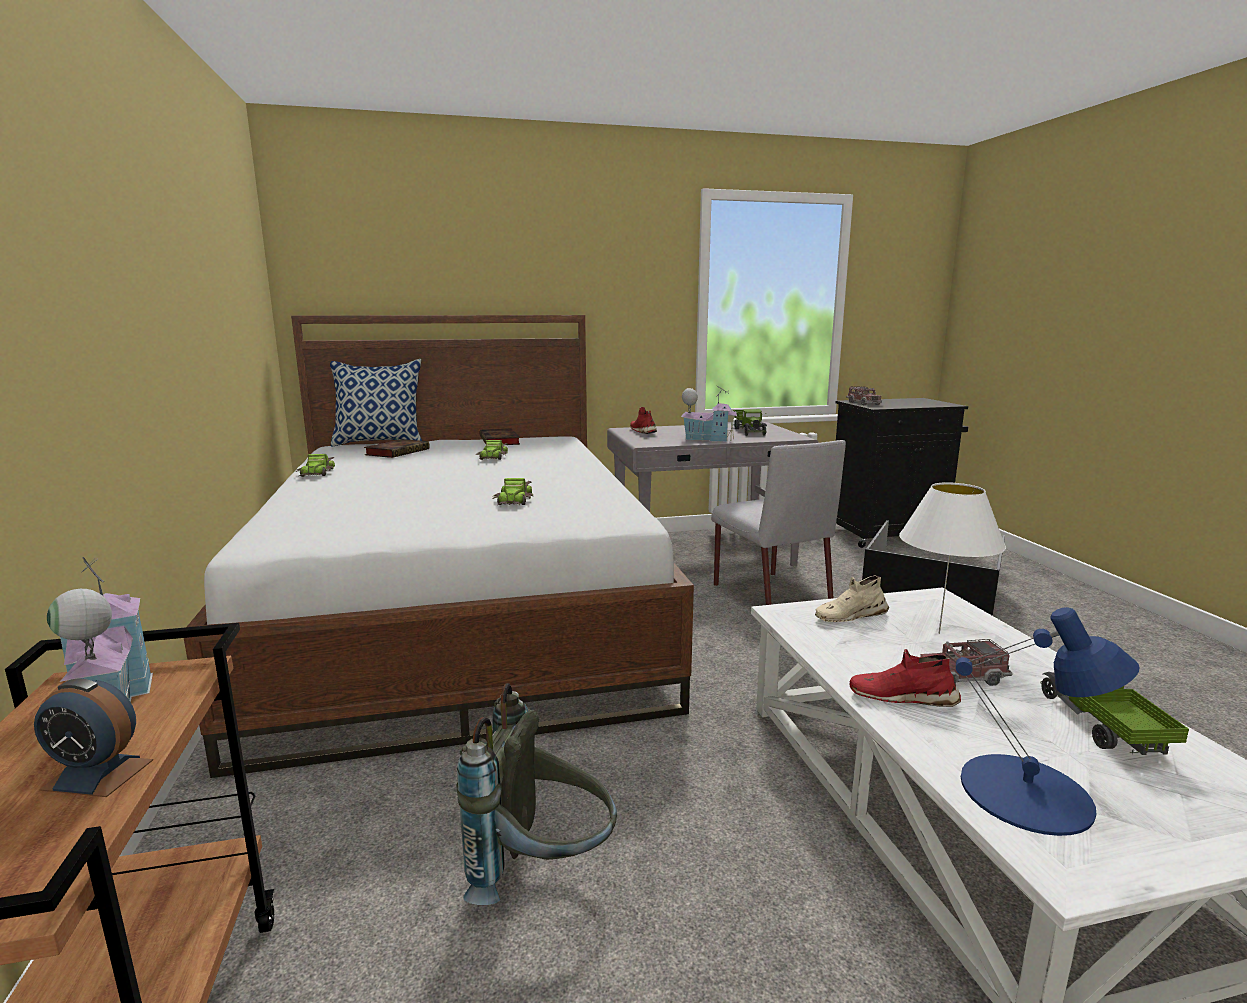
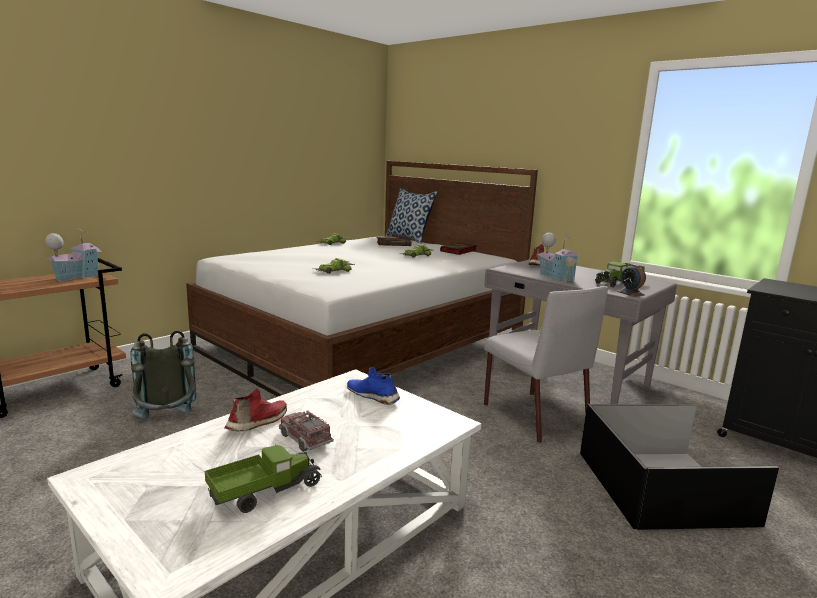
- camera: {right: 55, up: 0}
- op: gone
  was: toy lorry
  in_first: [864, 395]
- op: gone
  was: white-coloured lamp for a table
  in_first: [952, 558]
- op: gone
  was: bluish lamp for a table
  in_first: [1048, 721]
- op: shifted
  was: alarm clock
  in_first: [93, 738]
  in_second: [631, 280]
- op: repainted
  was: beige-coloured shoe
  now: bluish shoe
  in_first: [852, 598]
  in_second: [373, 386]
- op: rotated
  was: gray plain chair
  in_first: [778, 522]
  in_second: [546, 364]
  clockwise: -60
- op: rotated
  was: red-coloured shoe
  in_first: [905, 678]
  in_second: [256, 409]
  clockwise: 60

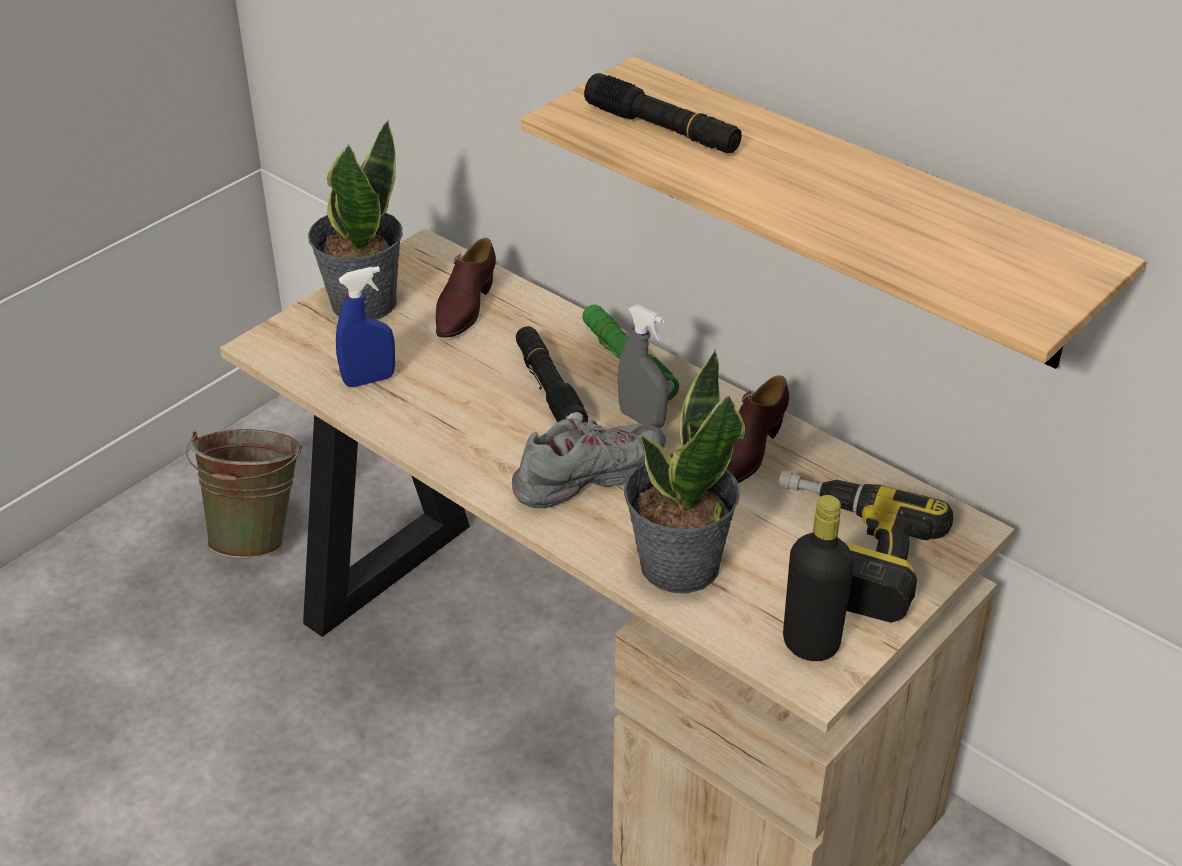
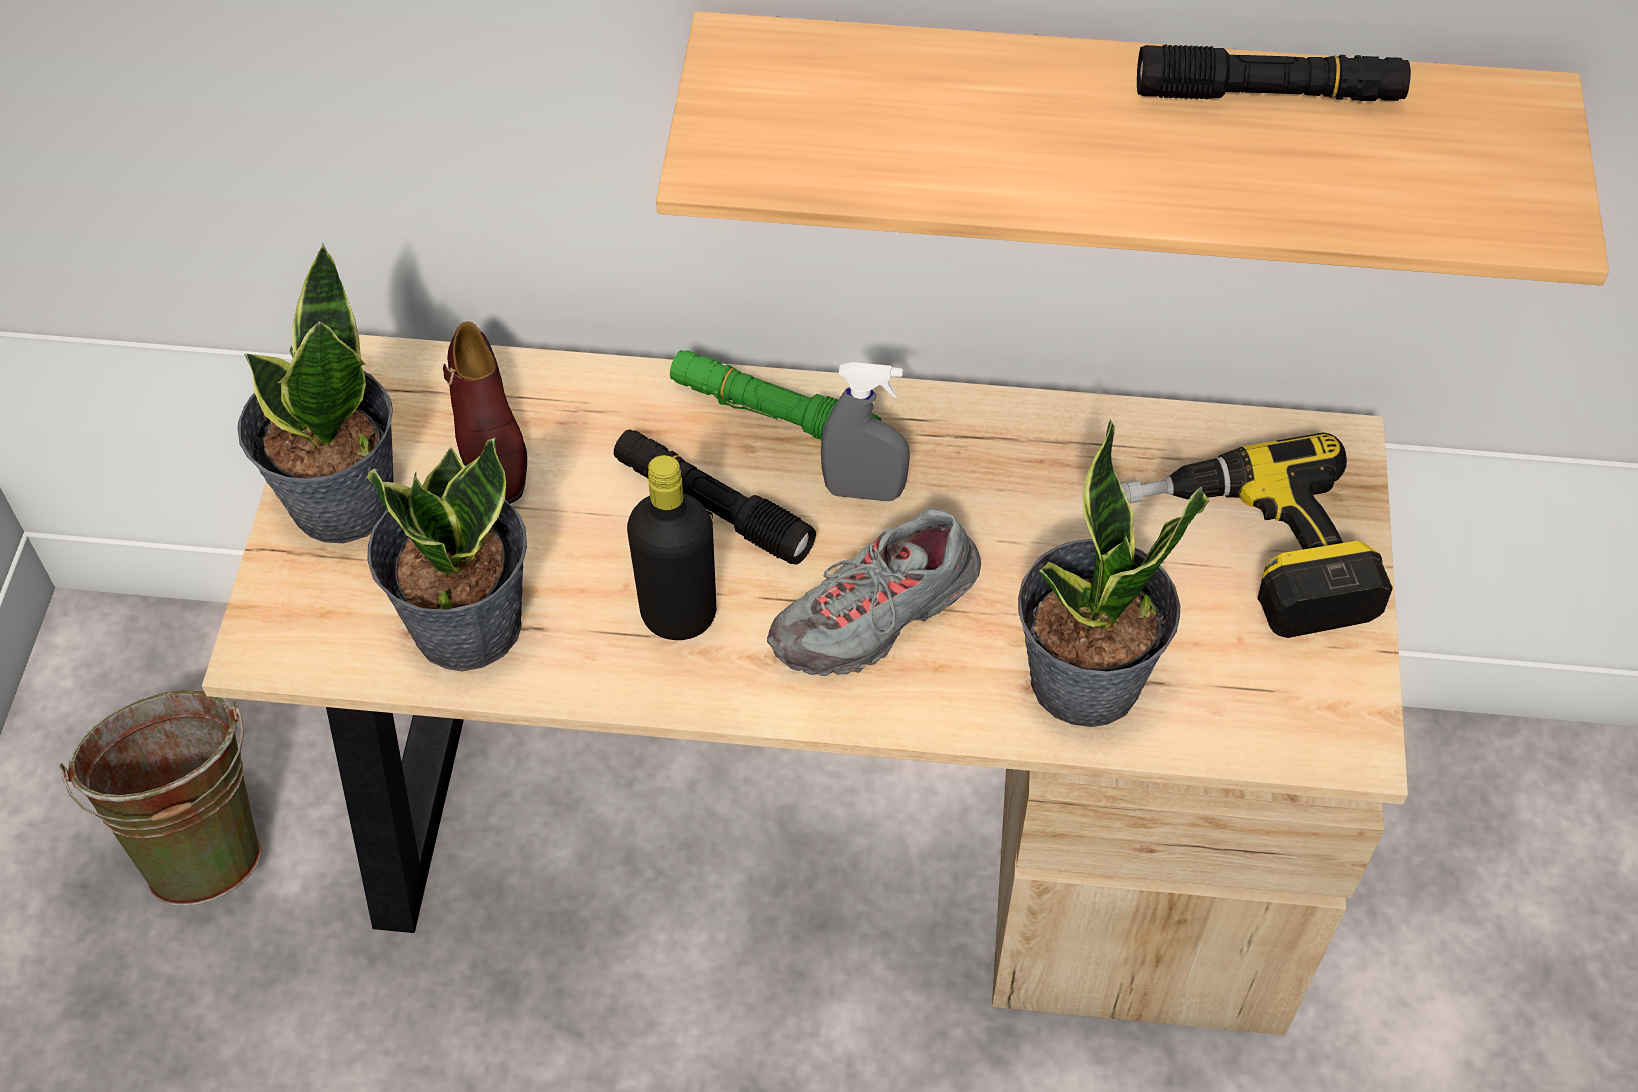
- camera: {right: -35, up: 15}
- op: gone
  was: brownish shoe
  in_first: [757, 429]
- op: shifted
  was: black torch
  in_first: [663, 113]
  in_second: [1274, 73]
- op: shifted
  was: black drink bottle
  in_first: [818, 578]
  in_second: [671, 547]
- op: swapped
  was: bluish sprayer
  now: houseplant
  in_first: [365, 326]
  in_second: [447, 554]
- op: rotated
  was: gray shoe
  in_first: [589, 463]
  in_second: [874, 592]
  clockwise: -150

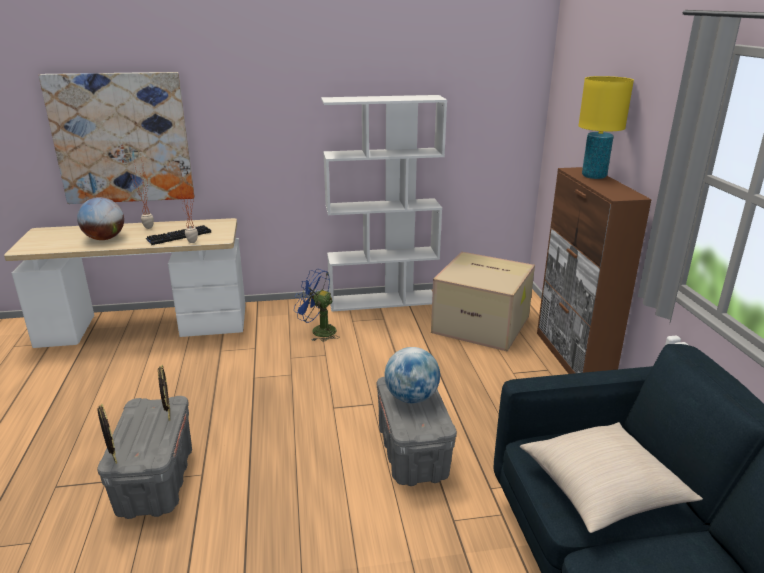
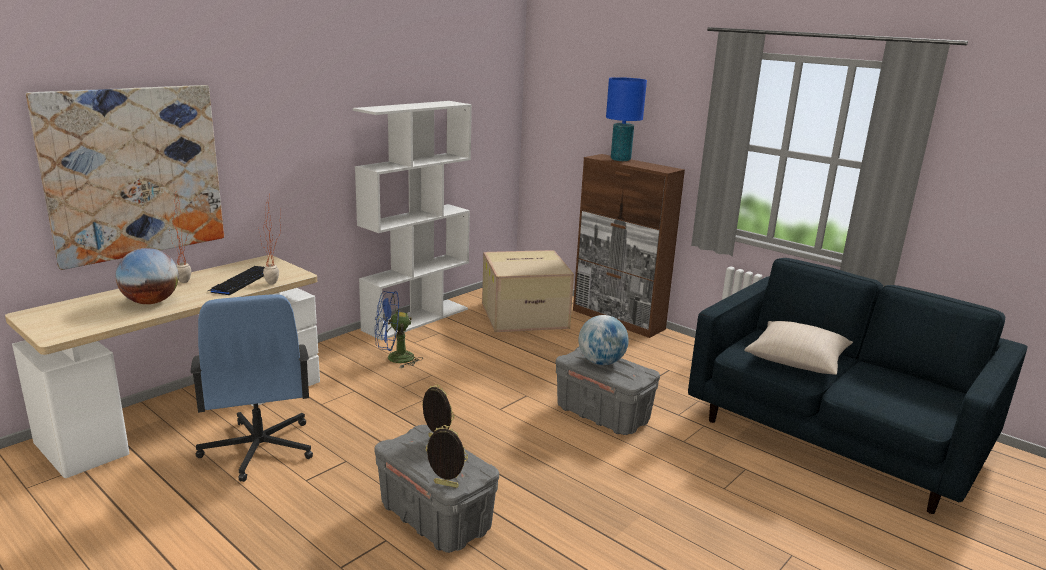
- camera: {right: -40, up: -5}
- op: new
  now: bluish computer chair
  in_second: [251, 388]
- op: repainted
  was: yellowish lamp for a table
  now: bluish lamp for a table
  in_first: [606, 127]
  in_second: [626, 119]

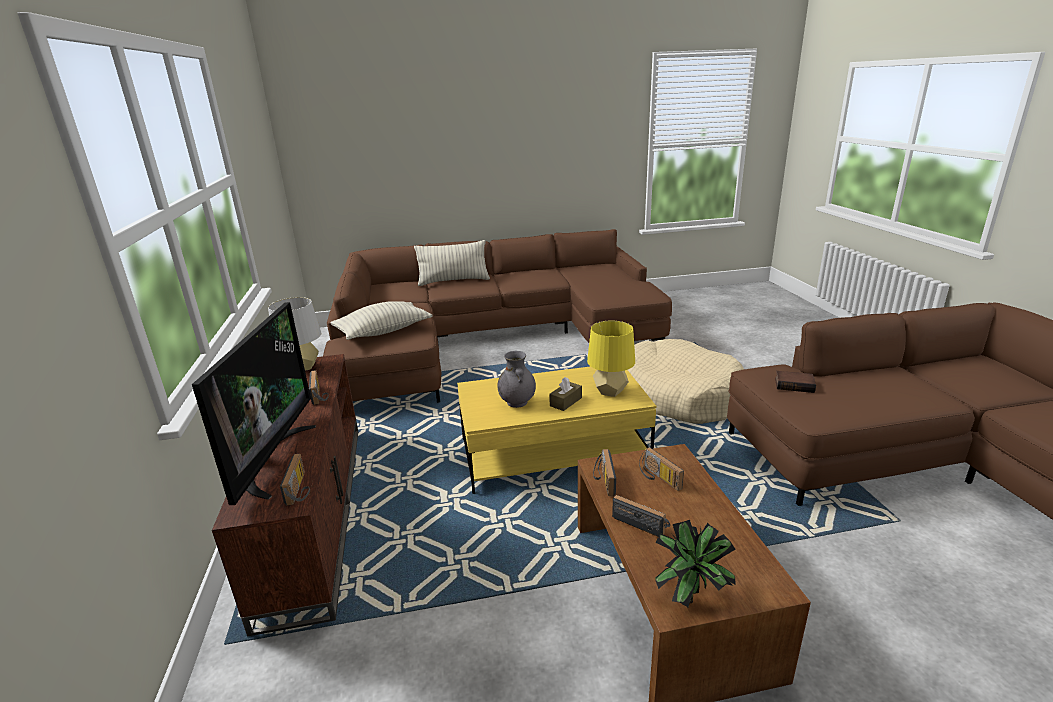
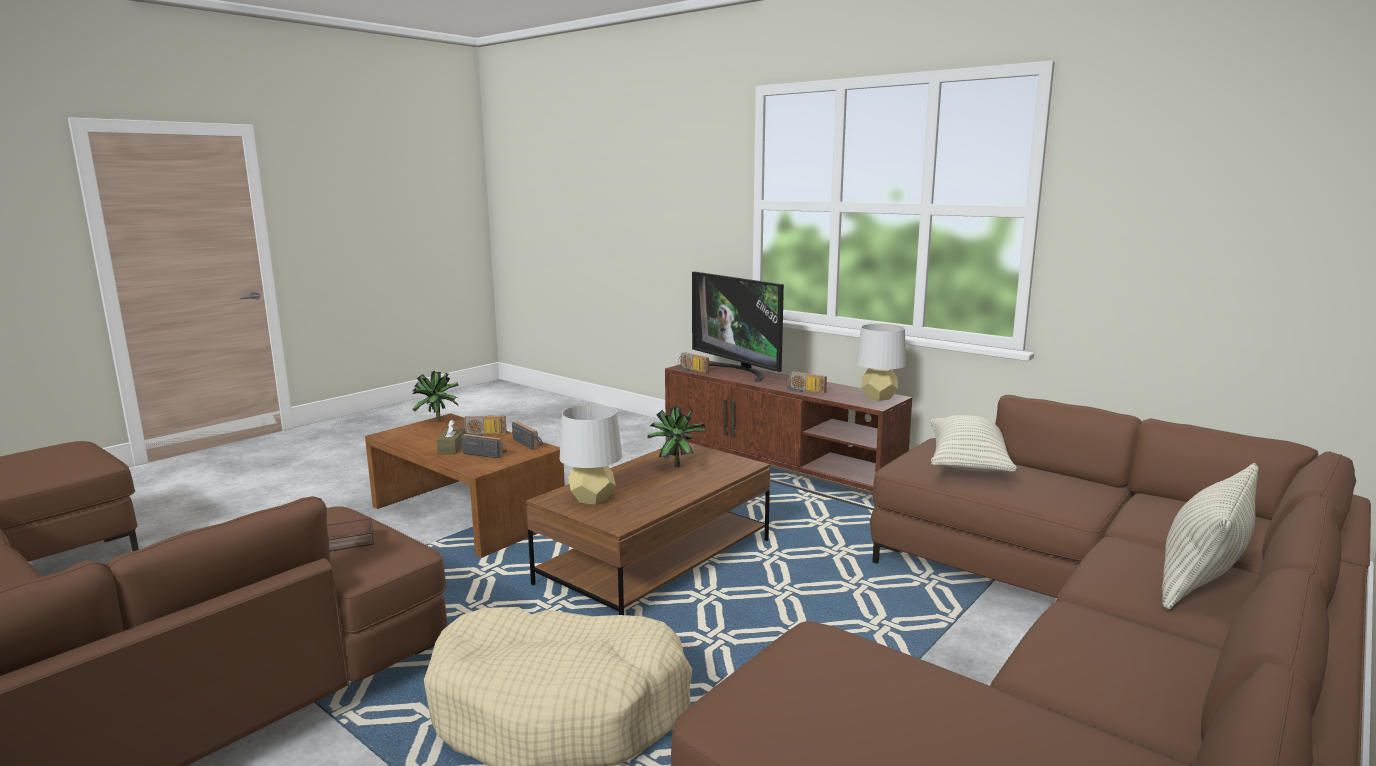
- camera: {right: 140, up: -10}
- op: shifted
  was: brownish box of tissues
  in_first: [565, 394]
  in_second: [450, 436]
- op: swapped
  was: gray flower vase
  now: houseplant
  in_first: [517, 379]
  in_second: [677, 437]
- op: repainted
  was: yellowish lounge table
  now: brownish lounge table
  in_first: [556, 430]
  in_second: [648, 528]
- op: repainted
  was: yellowish lamp for a table
  now: gray lamp for a table
  in_first: [611, 359]
  in_second: [591, 455]

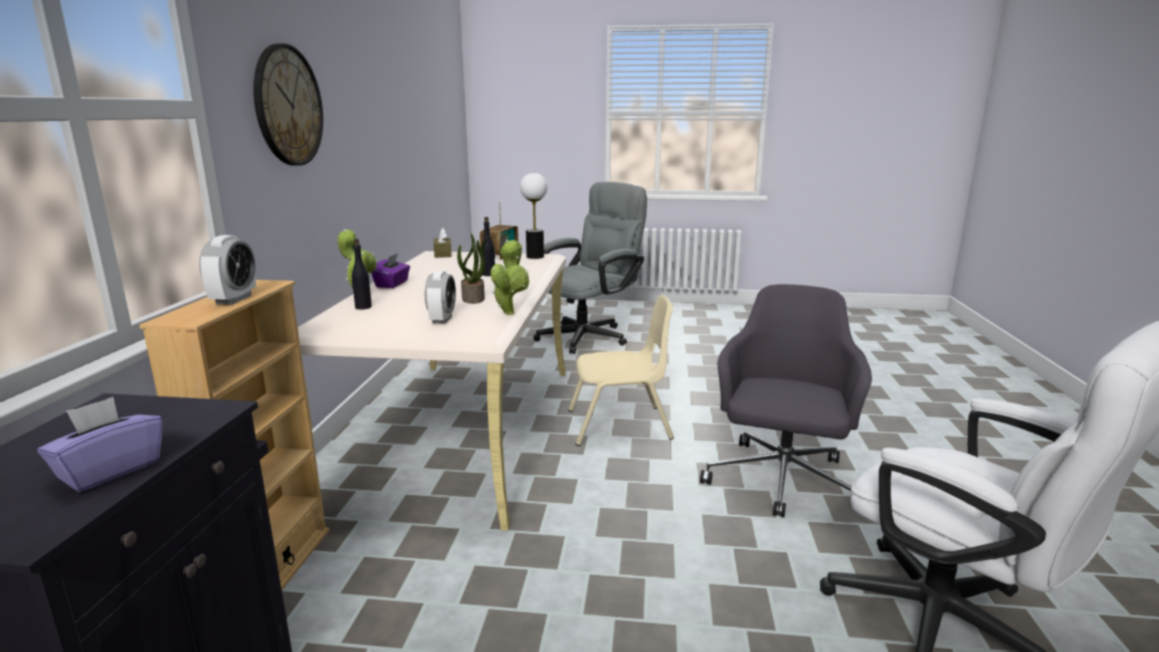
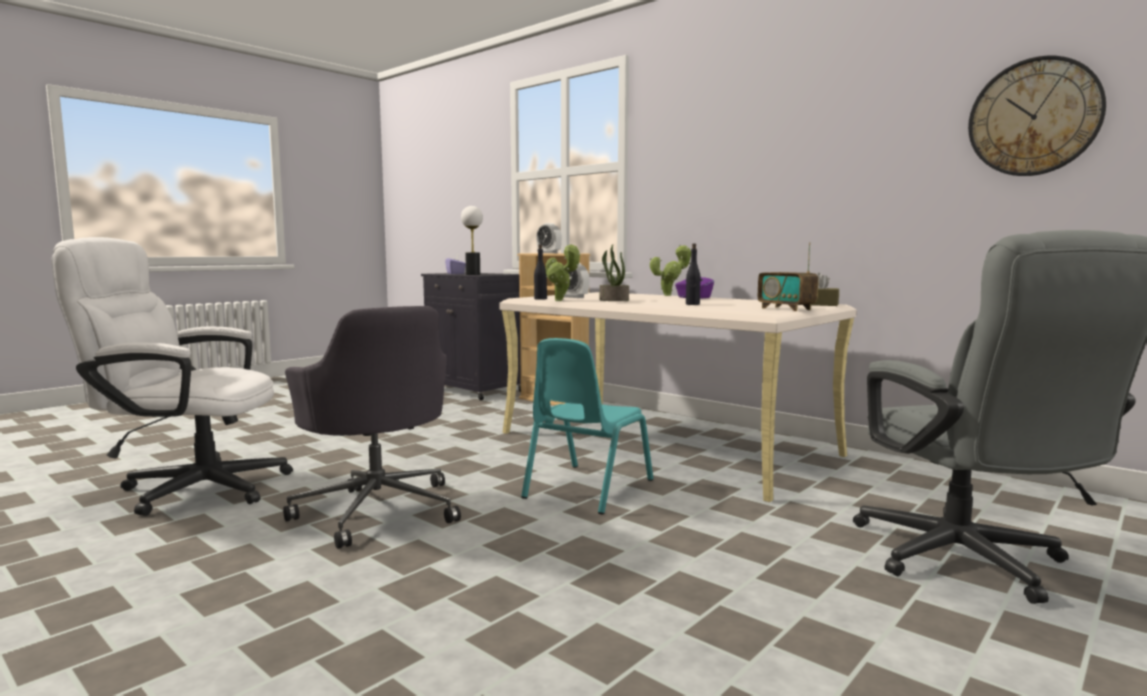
- camera: {right: 125, up: -10}
- op: shifted
  was: wall clock
  in_first: [288, 105]
  in_second: [1037, 116]
- op: shifted
  was: black drink bottle
  in_first: [362, 274]
  in_second: [540, 272]
- op: shifted
  was: lamp for a table
  in_first: [533, 216]
  in_second: [472, 240]
- op: repainted
  was: beige-coloured plain chair
  now: turquoise-coloured plain chair
  in_first: [621, 370]
  in_second: [587, 426]

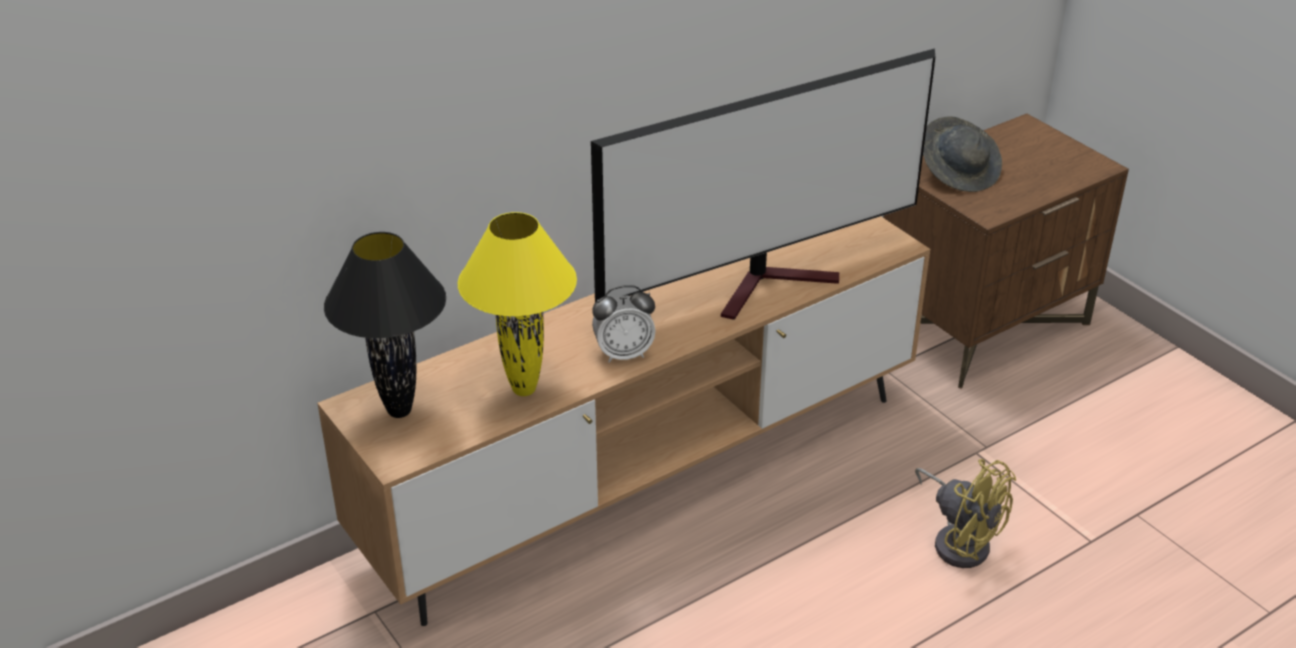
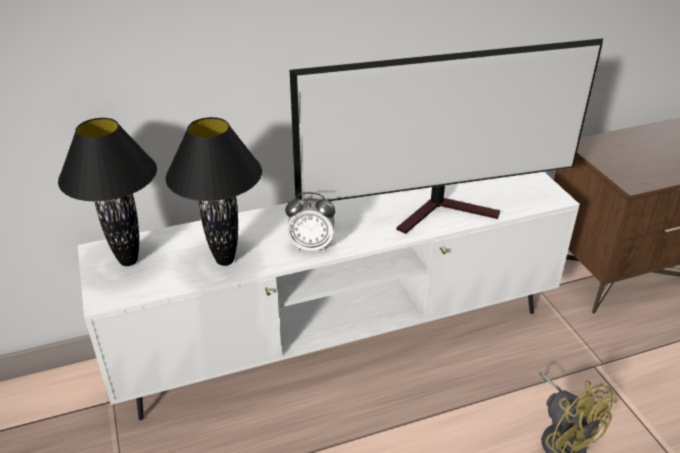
- camera: {right: 15, up: 0}
- op: gone
  was: gray wearable hat
  in_first: [962, 154]
- op: repainted
  was: brownish media console
  now: white-coloured media console
  in_first: [623, 421]
  in_second: [329, 296]
- op: repainted
  was: yellowish lamp for a table
  now: black lamp for a table
  in_first: [517, 304]
  in_second: [214, 191]

